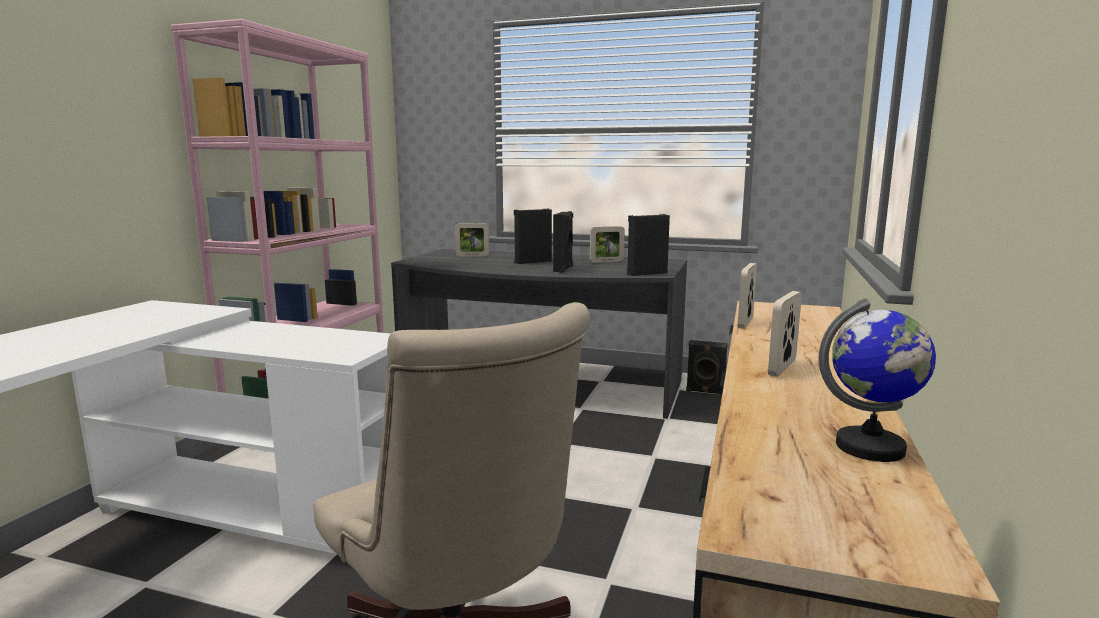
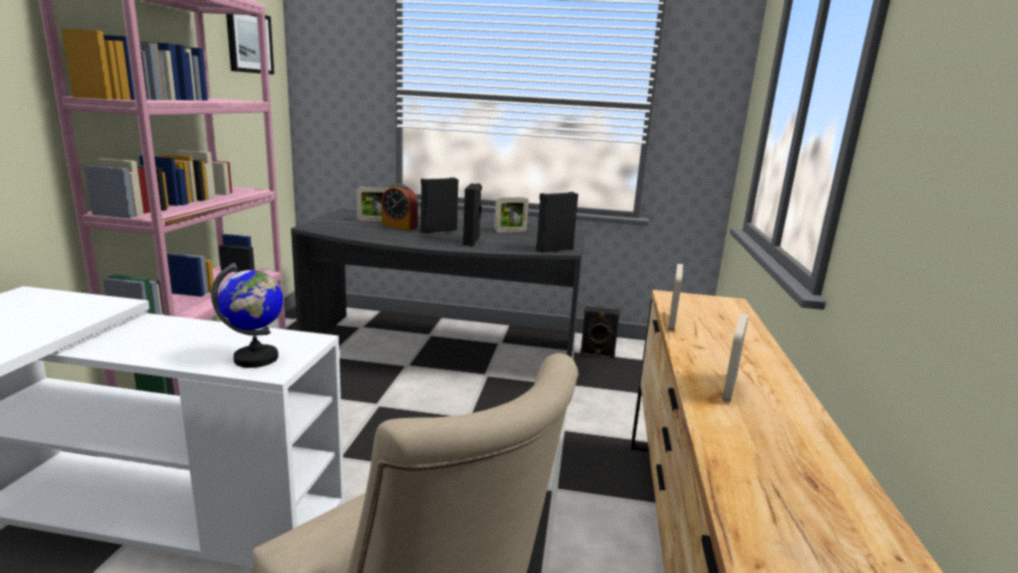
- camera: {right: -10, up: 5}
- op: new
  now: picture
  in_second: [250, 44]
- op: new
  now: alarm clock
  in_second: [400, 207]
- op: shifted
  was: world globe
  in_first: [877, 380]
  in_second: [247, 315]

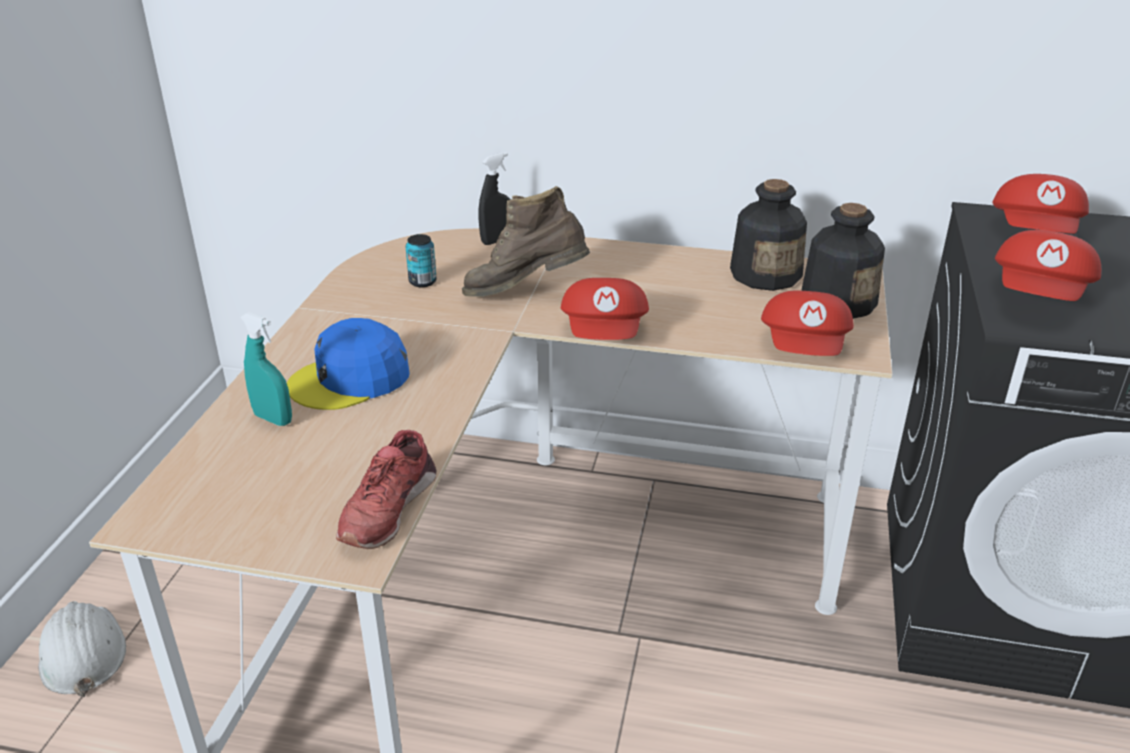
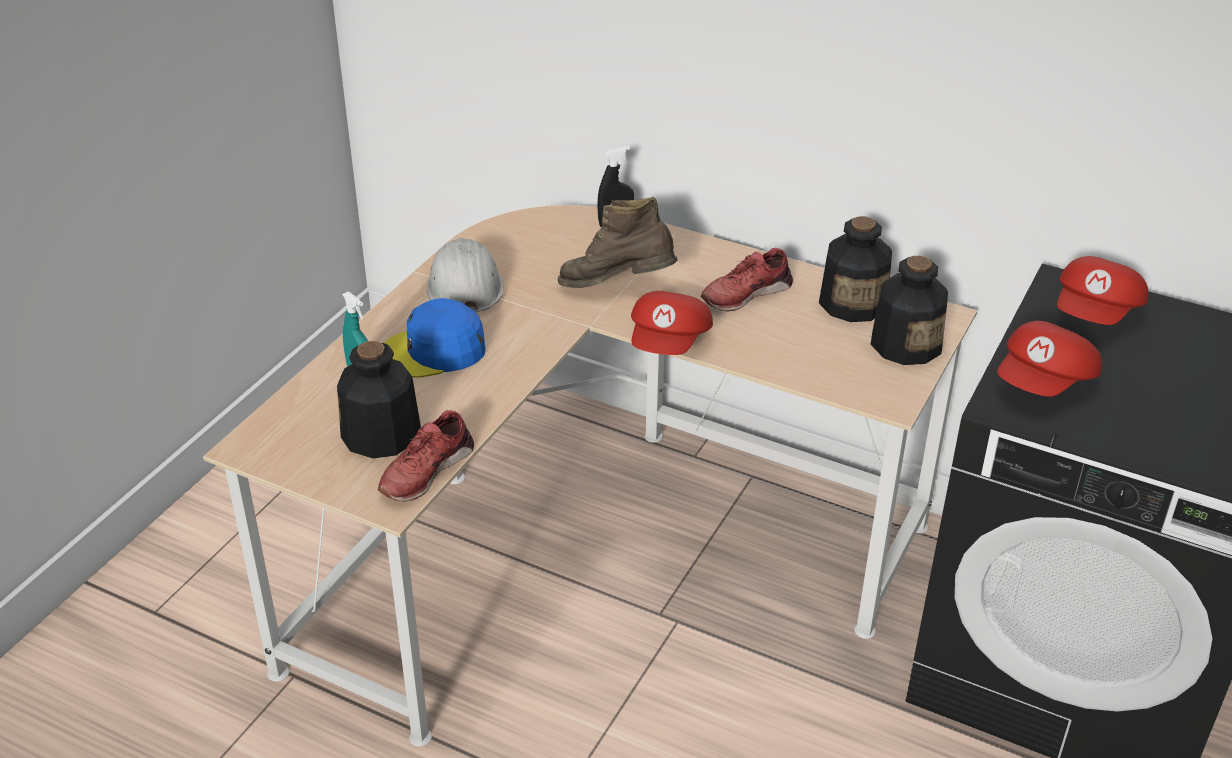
- camera: {right: 15, up: 5}
- op: gone
  was: can
  in_first: [421, 260]
- op: gone
  was: red-coloured baseball cap
  in_first: [807, 323]
- op: new
  now: drink bottle
  in_second: [379, 400]
- op: new
  now: red-coloured shoe
  in_second: [747, 280]
- op: shifted
  was: white-coloured safety helmet
  in_first: [82, 649]
  in_second: [465, 275]

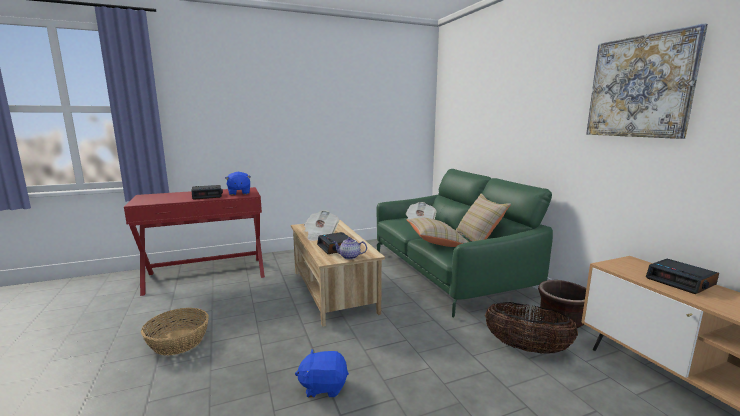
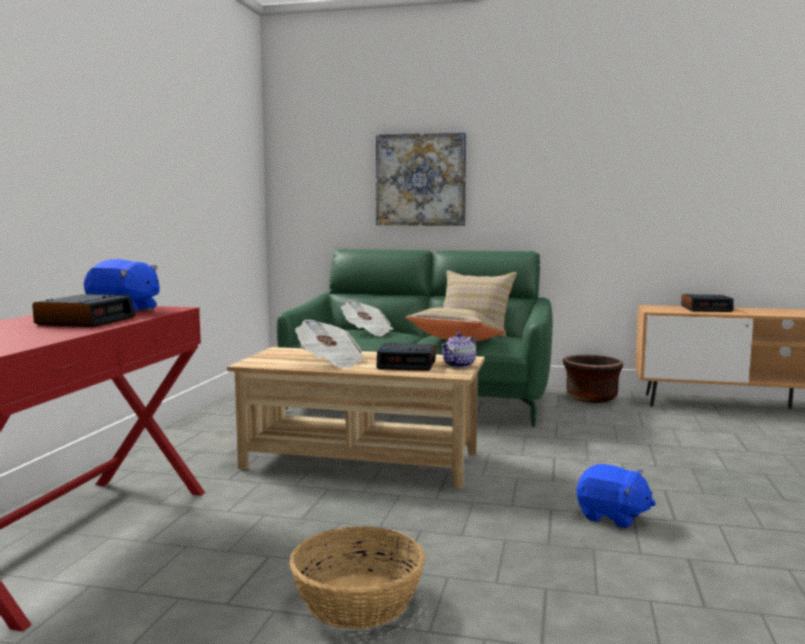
- camera: {right: -55, up: -5}
- op: gone
  was: storage basket
  in_first: [531, 328]
- op: shifted
  was: picture
  in_first: [647, 81]
  in_second: [421, 179]
- op: rotated
  was: bluish cuddly toy
  in_first: [322, 373]
  in_second: [616, 496]
  clockwise: -90

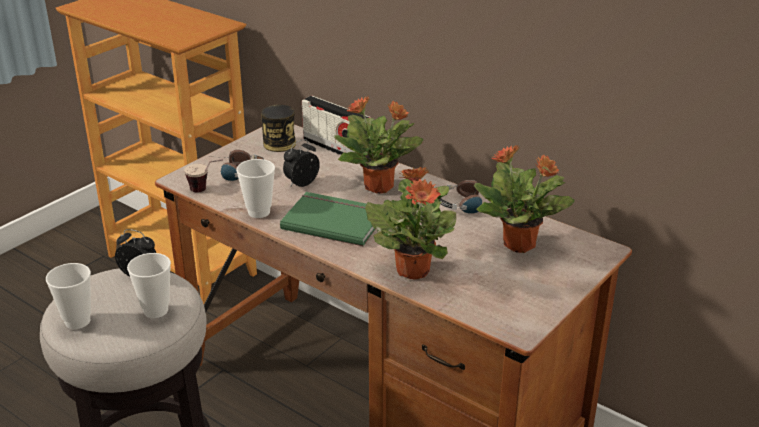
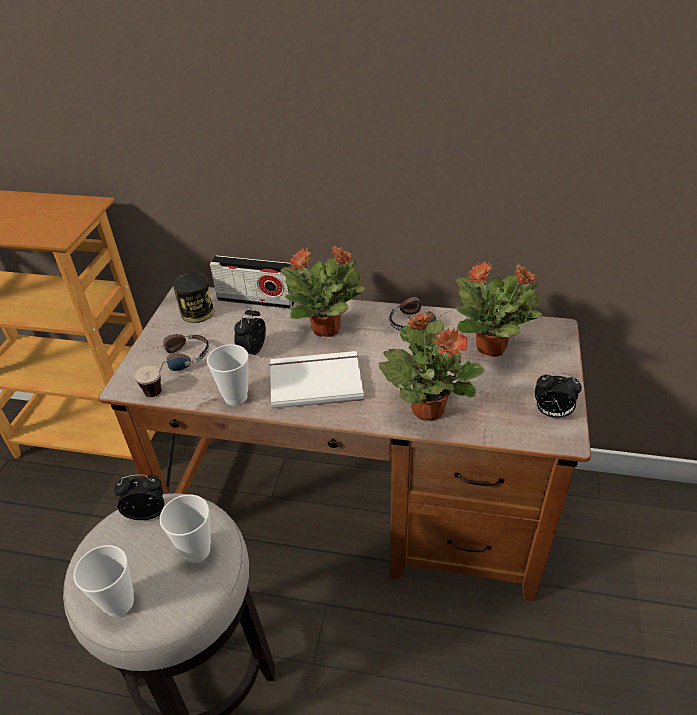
- camera: {right: -25, up: 10}
- op: new
  now: alarm clock
  in_second: [558, 395]
- op: repainted
  was: green bound book
  now: white-coloured bound book
  in_first: [327, 219]
  in_second: [317, 380]

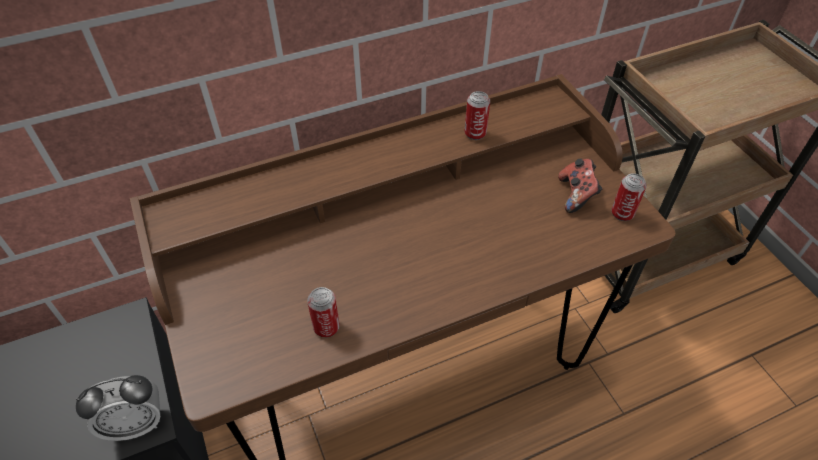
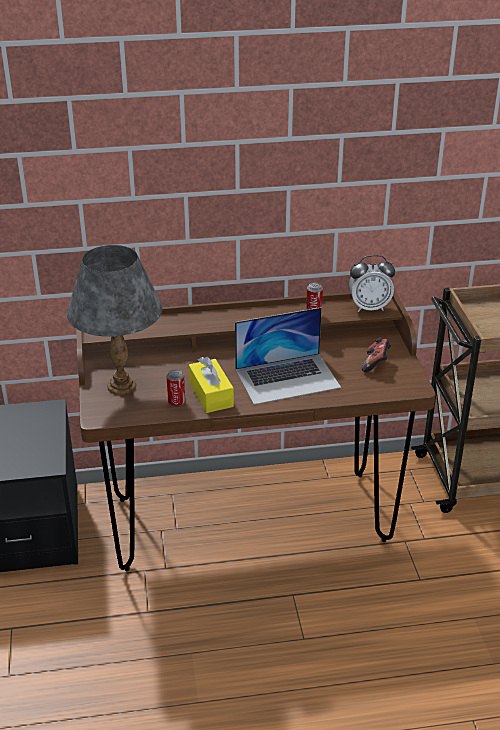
- camera: {right: 15, up: -15}
- op: gone
  was: can
  in_first: [629, 197]
- op: new
  now: gray lamp for a table
  in_second: [114, 320]
- op: new
  now: yellowish box of tissues
  in_second: [211, 385]
- op: new
  now: notebook computer
  in_second: [288, 356]
- op: shifted
  was: alarm clock
  in_first: [118, 408]
  in_second: [372, 283]

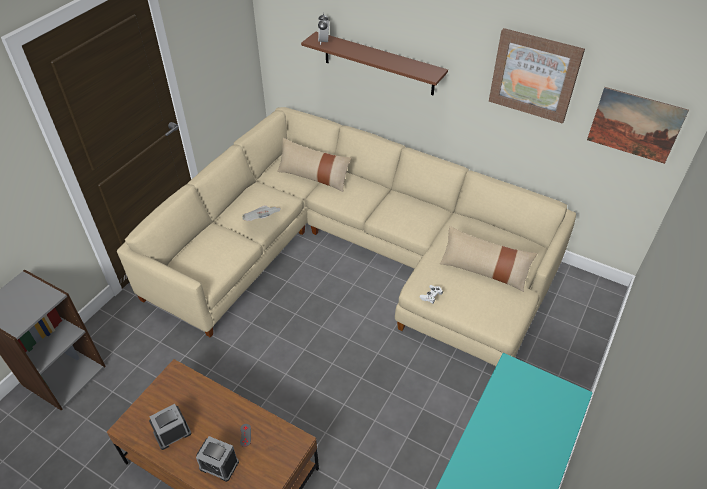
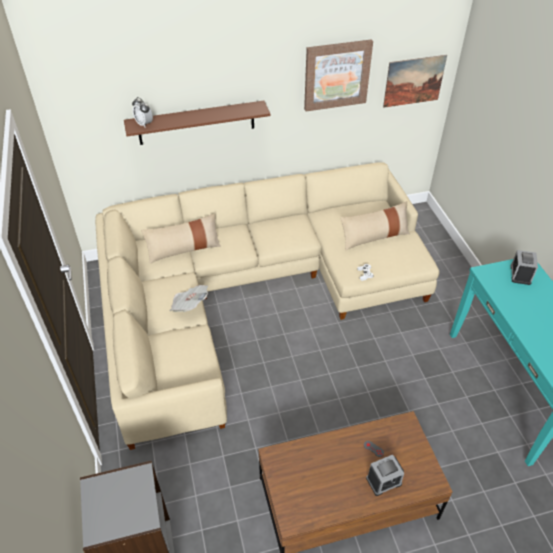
- camera: {right: -45, up: 0}
- op: shifted
  was: alarm clock
  in_first: [170, 427]
  in_second: [524, 267]

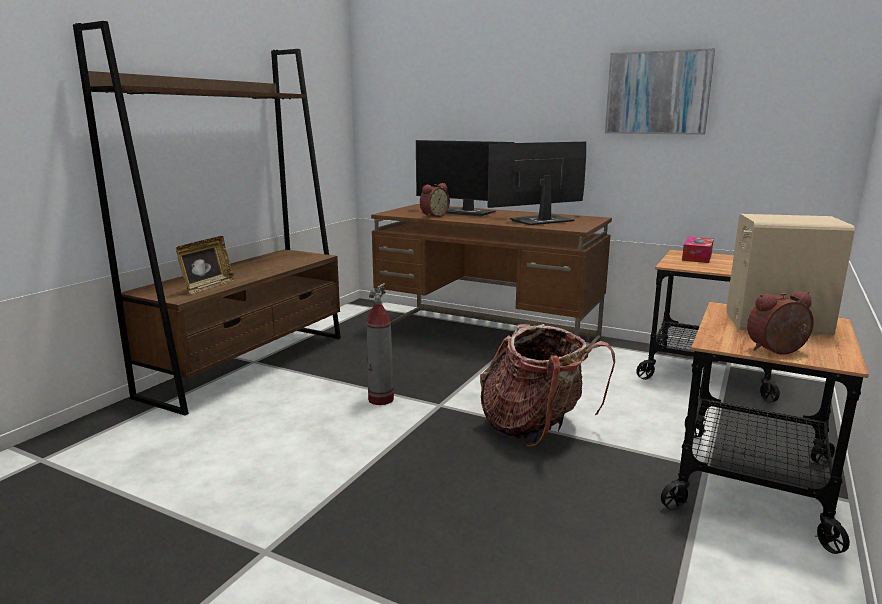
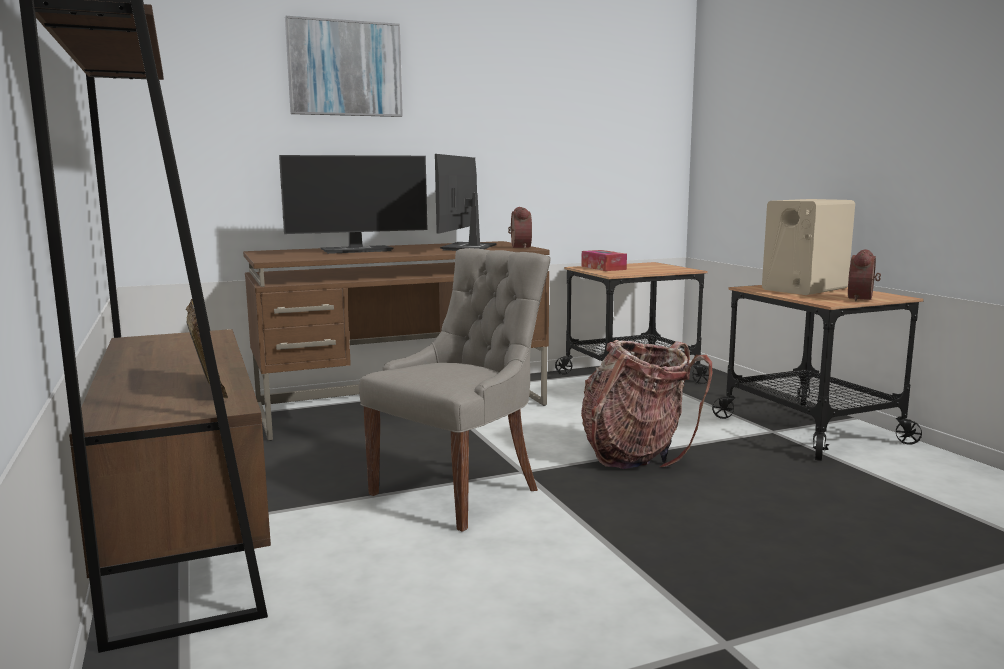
- camera: {right: -50, up: -5}
- op: shifted
  was: alarm clock
  in_first: [435, 200]
  in_second: [520, 228]
- op: shifted
  was: picture
  in_first: [660, 91]
  in_second: [344, 66]
- op: swapped
  was: fire-fighting cylinder
  now: gray plain chair
  in_first: [380, 344]
  in_second: [455, 390]

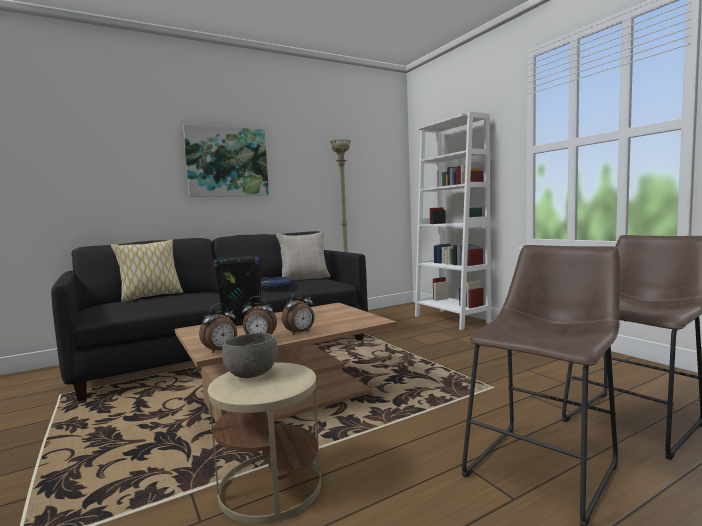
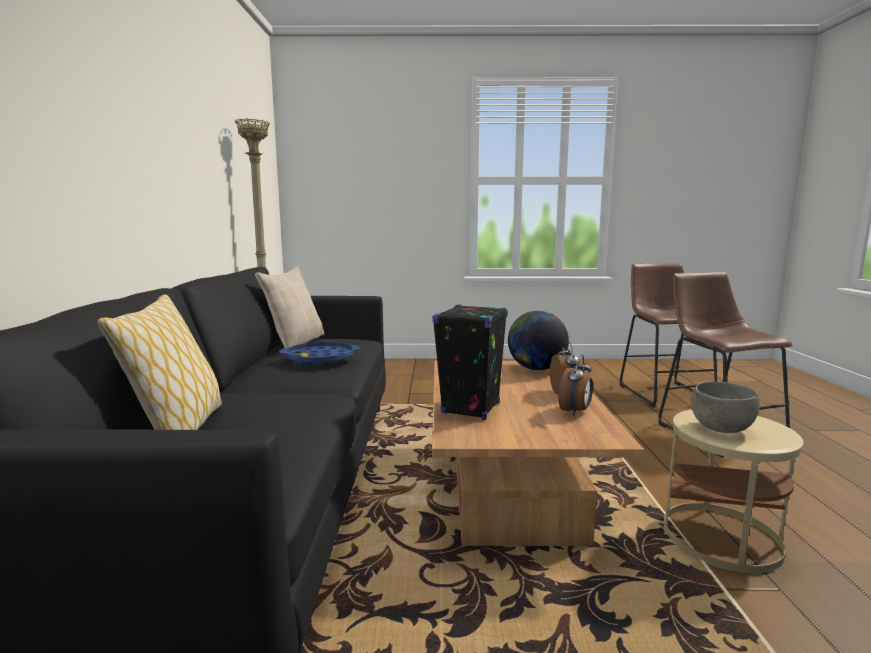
- camera: {right: -60, up: 5}
- op: gone
  was: picture
  in_first: [226, 160]
- op: gone
  was: alarm clock
  in_first: [218, 328]
- op: gone
  was: white-coloured bookcase
  in_first: [453, 221]
- op: new
  now: world globe
  in_second: [538, 340]

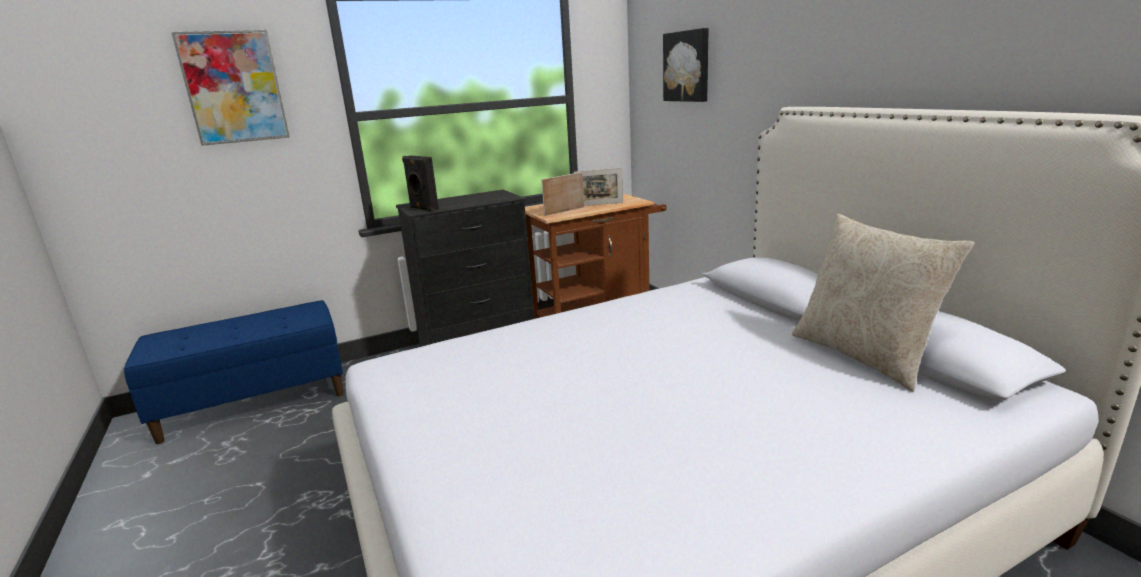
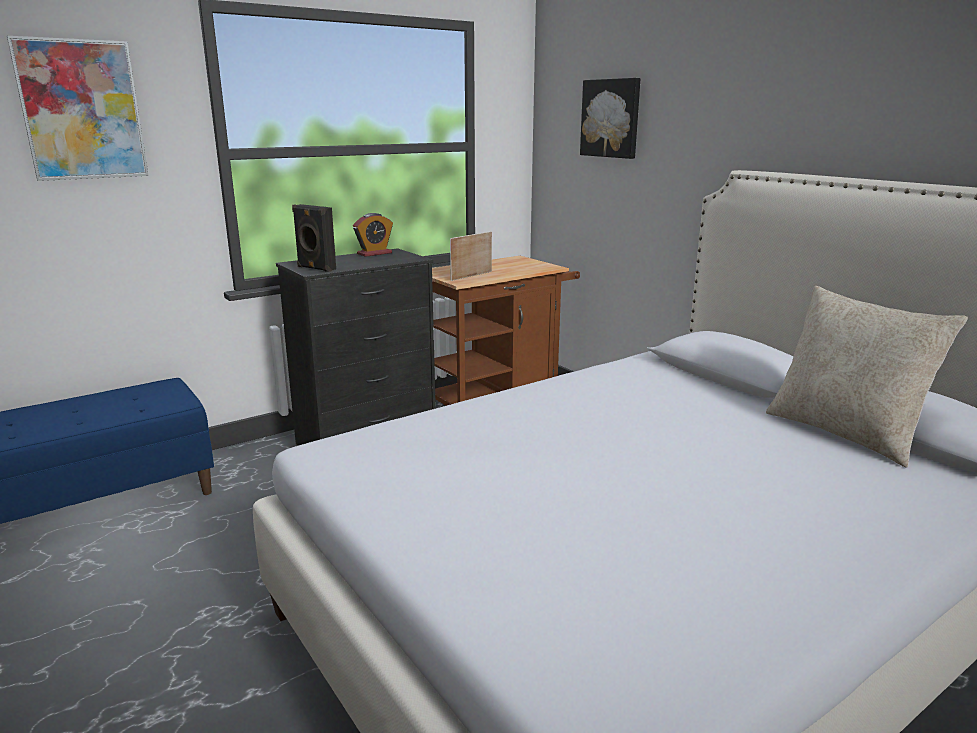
- camera: {right: -10, up: 0}
- op: gone
  was: photo frame
  in_first: [598, 187]
- op: new
  now: alarm clock
  in_second: [373, 235]

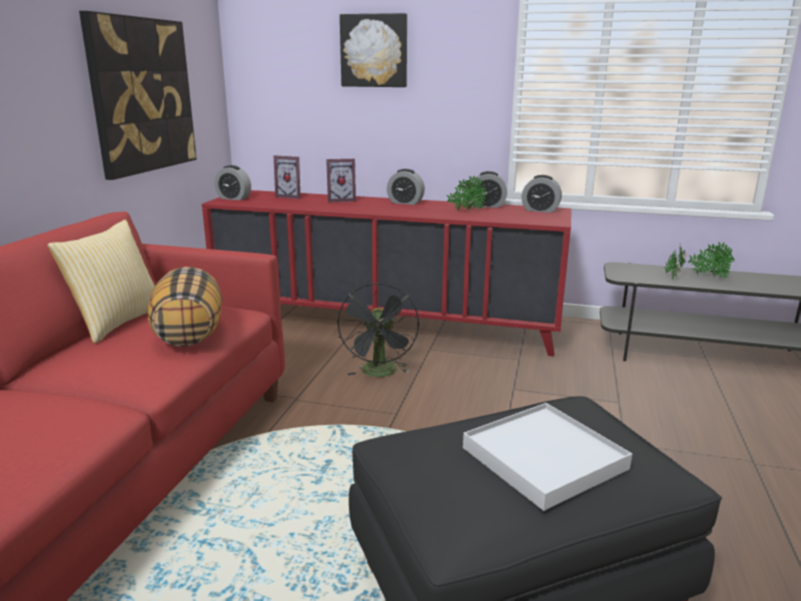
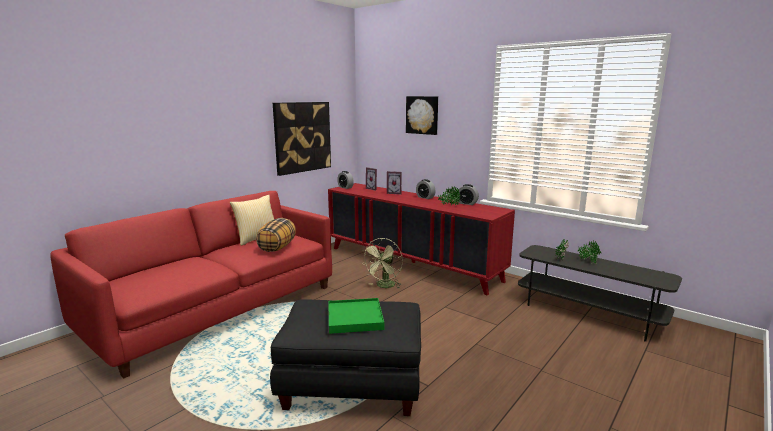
- camera: {right: 25, up: -5}
- op: gone
  was: alarm clock
  in_first: [542, 194]
- op: repainted
  was: black fan
  now: green fan
  in_first: [378, 330]
  in_second: [382, 263]
- op: repainted
  was: white-coloured serving tray
  now: green serving tray
  in_first: [547, 457]
  in_second: [356, 316]

